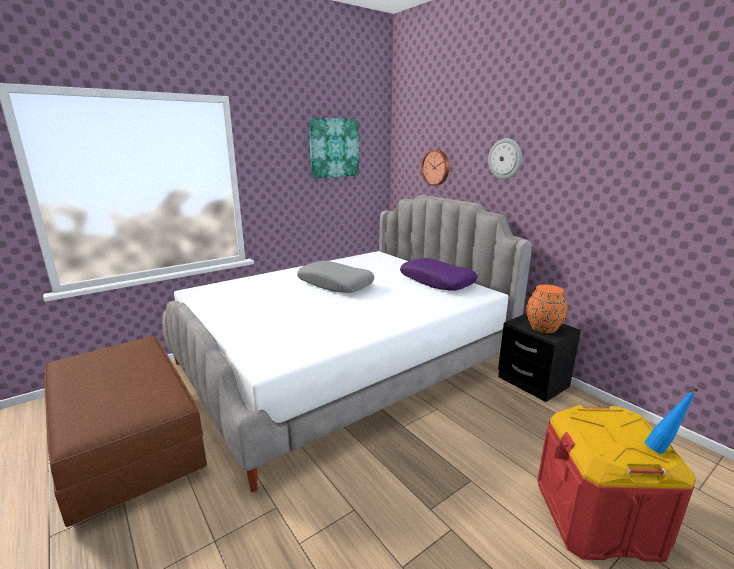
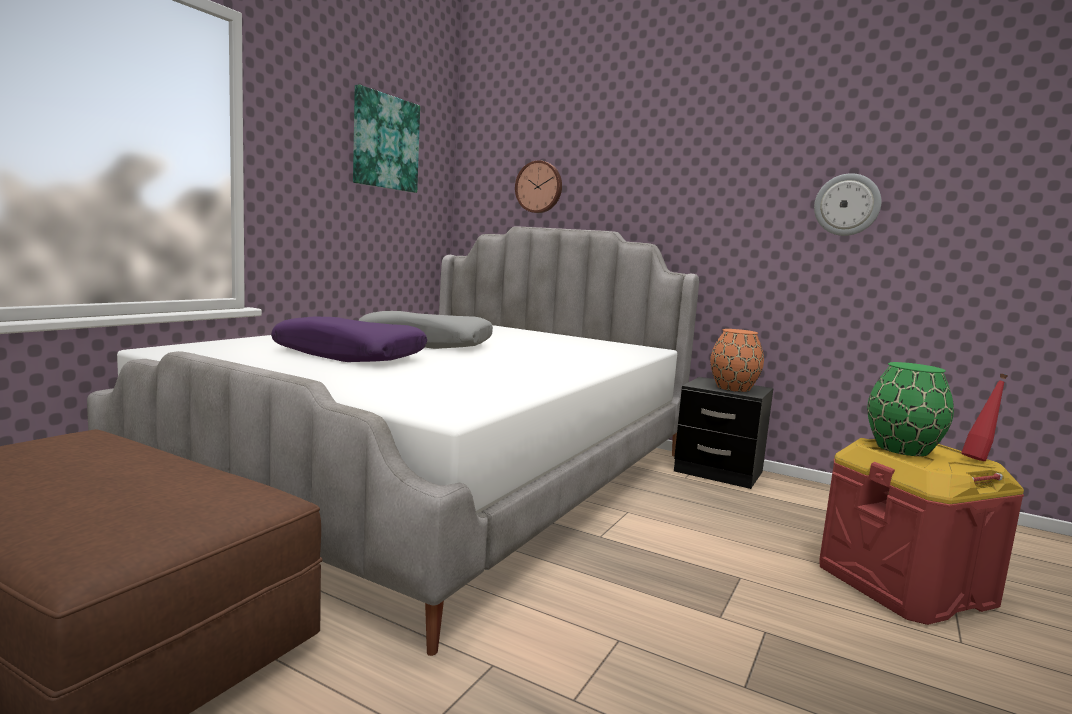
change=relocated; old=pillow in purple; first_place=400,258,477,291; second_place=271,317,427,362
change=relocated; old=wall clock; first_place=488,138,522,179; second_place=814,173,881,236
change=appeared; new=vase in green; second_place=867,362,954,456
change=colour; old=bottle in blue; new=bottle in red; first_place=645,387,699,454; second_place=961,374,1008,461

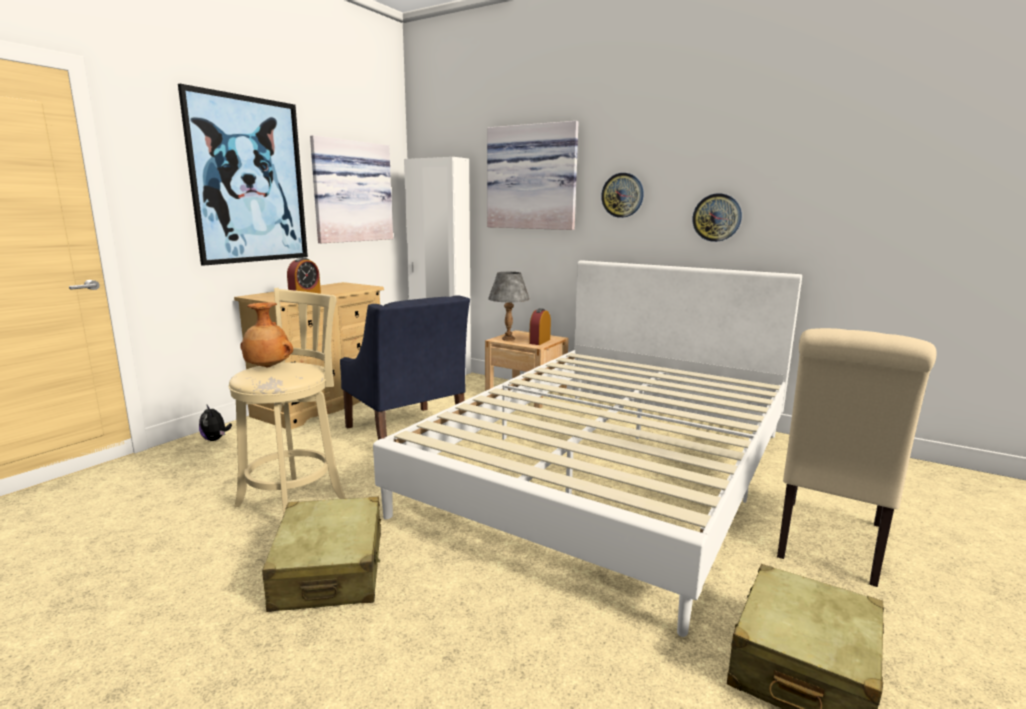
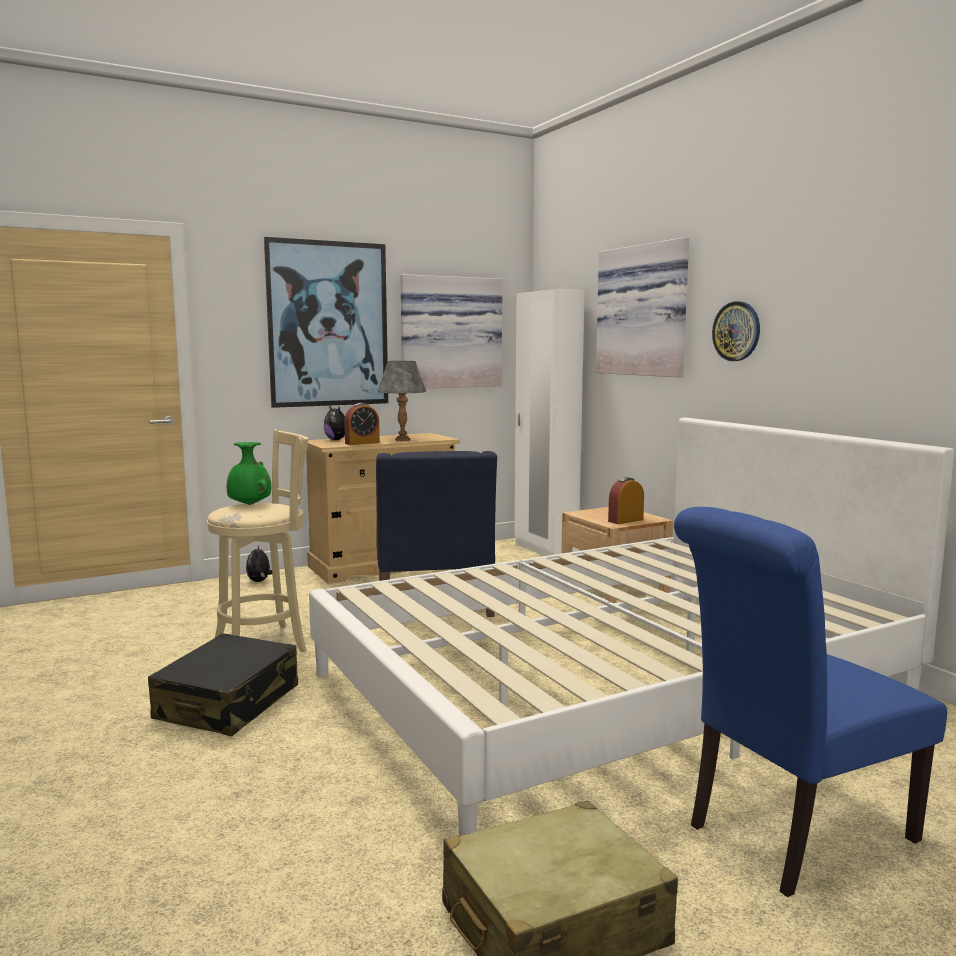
change=colour; old=suitcase in beige; new=suitcase in black; first_place=262,497,381,612; second_place=148,633,298,736
change=colour; old=vase in brown; new=vase in green; first_place=240,302,293,368; second_place=227,442,271,505
change=appeared; new=plush toy; second_place=324,406,345,440
change=relocated; old=table lamp in grey; first_place=488,272,530,341; second_place=378,361,426,441
change=colour; old=chair in beige; new=chair in blue; first_place=777,328,937,587; second_place=674,507,947,897
change=missing; old=wall clock; first_place=693,194,742,242

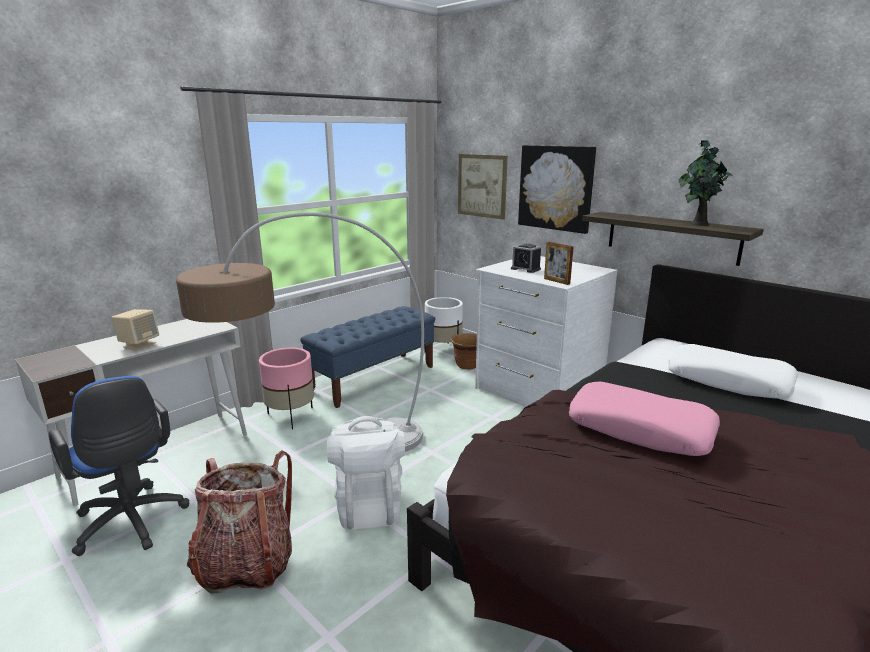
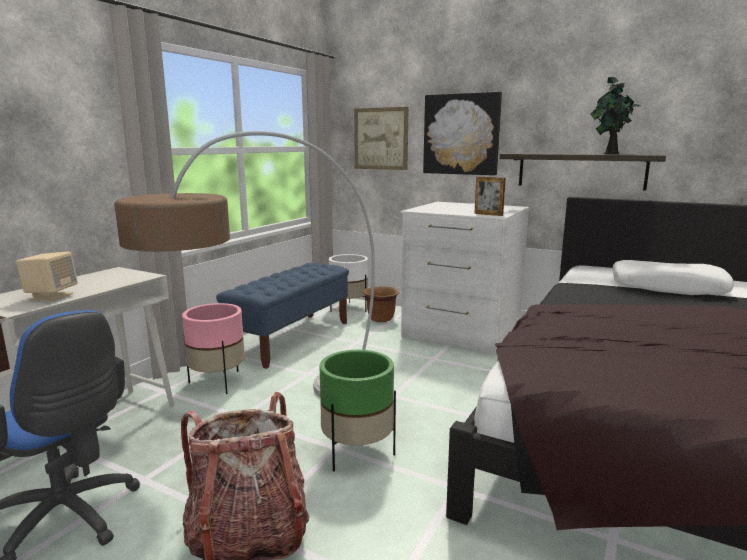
change=exchanged; old=backpack in white; new=planter in green; first_place=327,416,405,530; second_place=320,350,396,472
change=missing; old=alarm clock; first_place=511,243,541,273
change=missing; old=pillow in pink; first_place=569,382,720,456

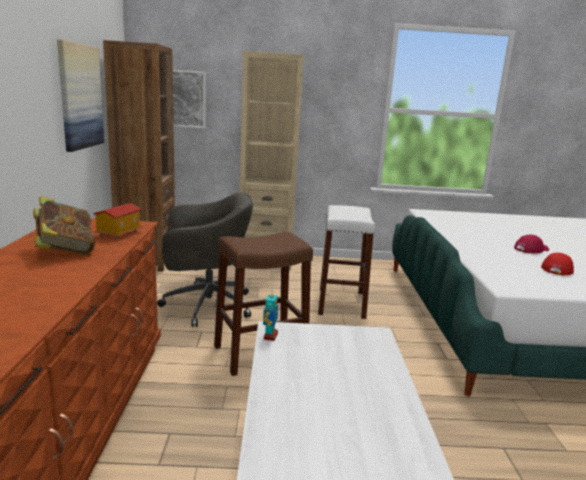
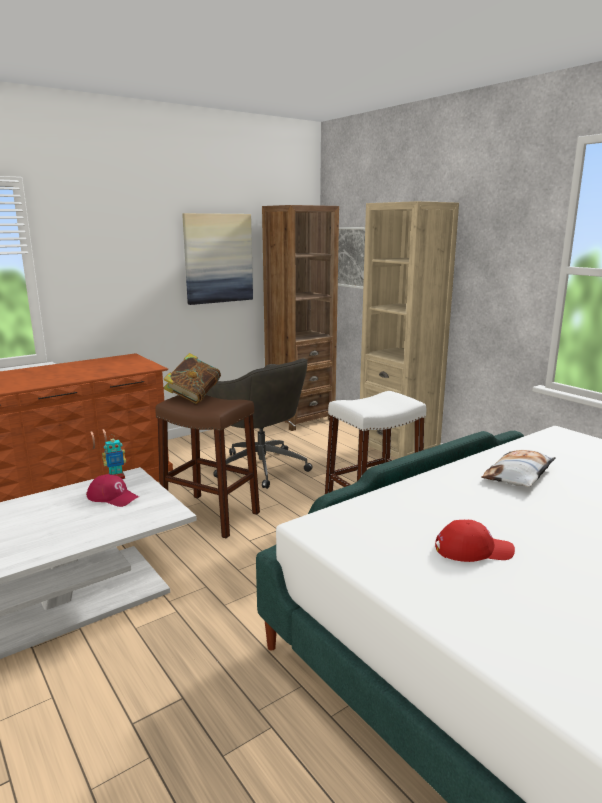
change=relocated; old=cap in red; first_place=514,235,549,254; second_place=86,474,139,507
change=relocated; old=book; first_place=33,196,95,255; second_place=163,353,221,404
change=appeared; new=pillow; second_place=481,450,556,487
change=missing; old=toy house; first_place=93,203,142,239

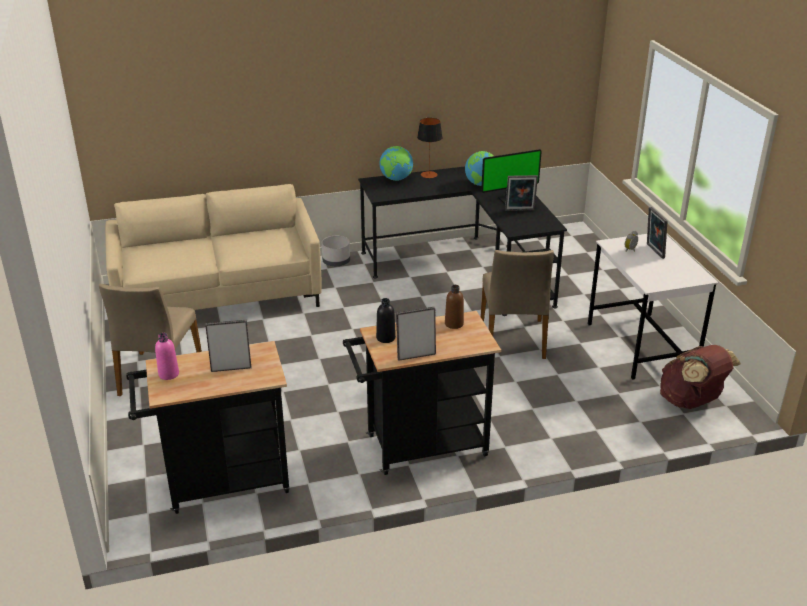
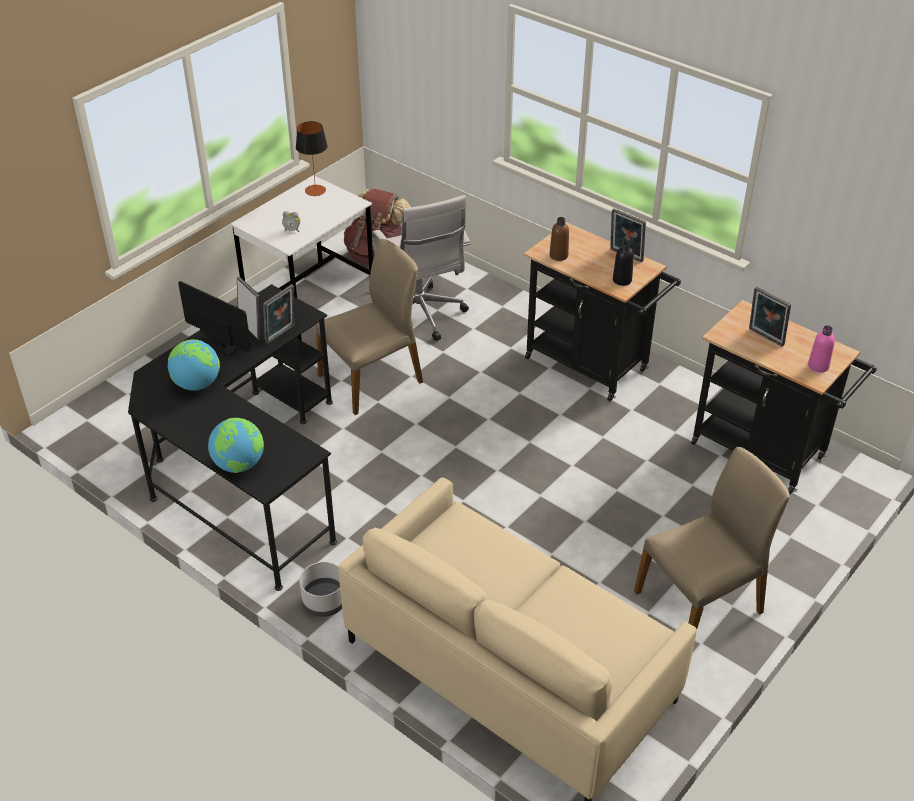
change=relocated; old=picture frame; first_place=647,207,667,259; second_place=263,284,295,344
change=relocated; old=table lamp; first_place=417,118,443,178; second_place=296,121,328,196
change=appeared; new=office chair in white; second_place=372,195,471,341

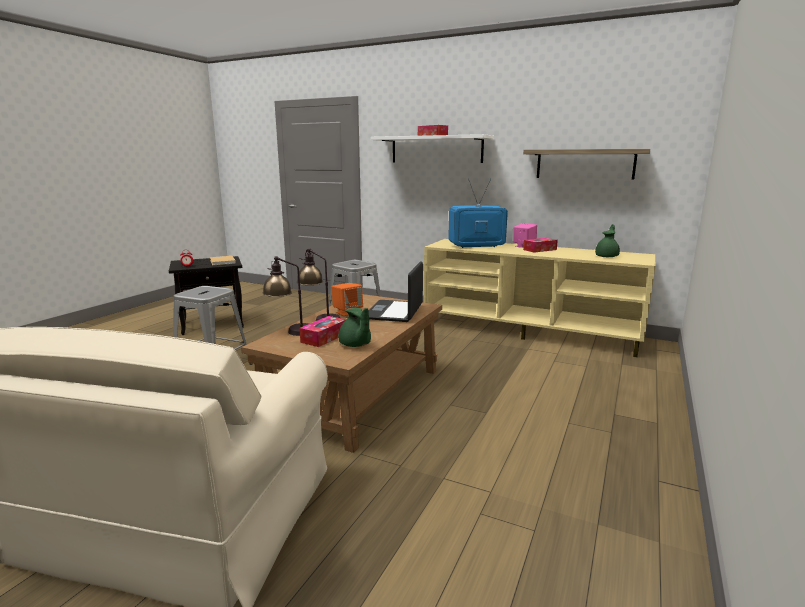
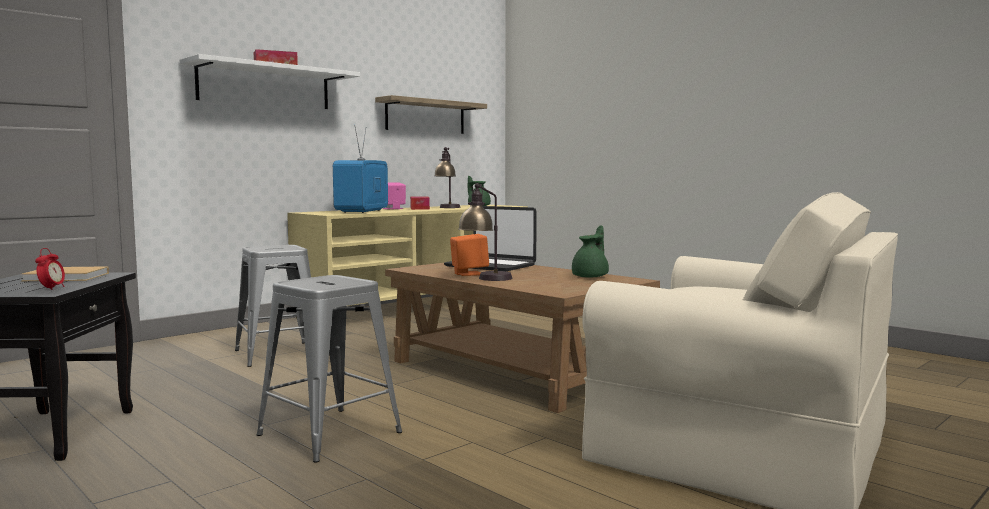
change=relocated; old=table lamp; first_place=263,256,309,336; second_place=434,147,461,208
change=spun; old=teapot in green; first_place=339,308,371,347; second_place=572,225,609,278; degrees=-45
change=missing; old=tissue box; first_place=299,316,346,347

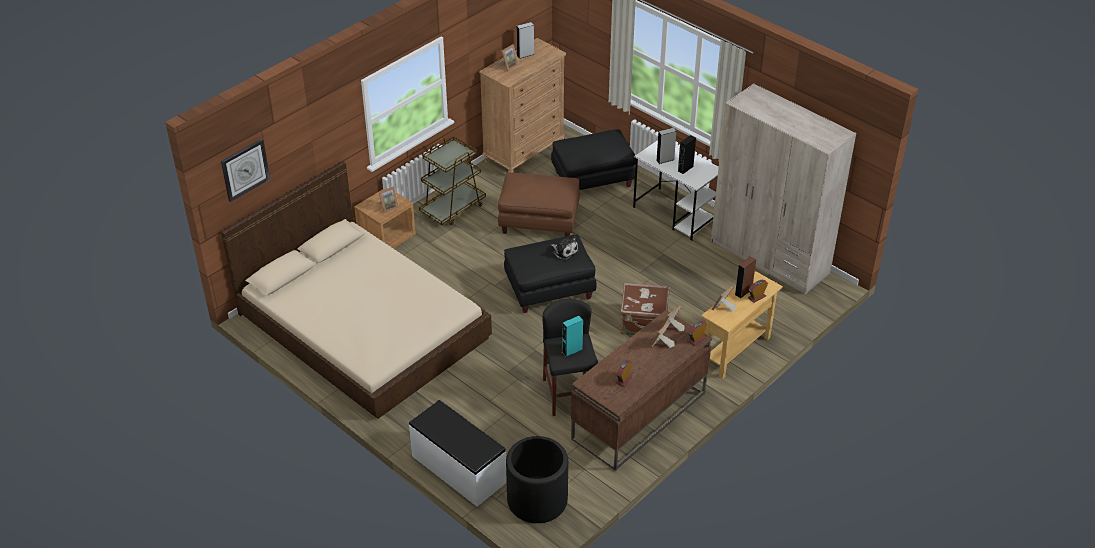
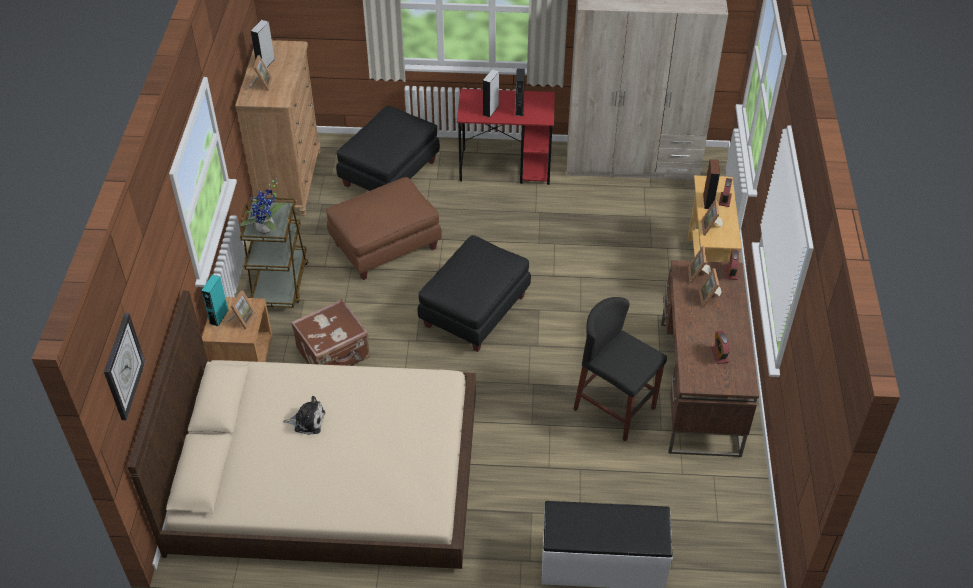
change=relocated; old=speaker in turquoise; first_place=562,316,583,357; second_place=201,275,228,327
change=appeared; new=potted plant; second_place=240,179,286,235
change=relocated; old=plush toy; first_place=551,236,579,260; second_place=284,396,325,435
change=relocated; old=suitcase in brown; first_place=620,283,670,335; second_place=291,299,370,366
change=colour; old=desk in white; new=desk in red; first_place=633,140,719,241; second_place=457,89,555,185
change=missing; old=planter in black; first_place=506,436,568,523

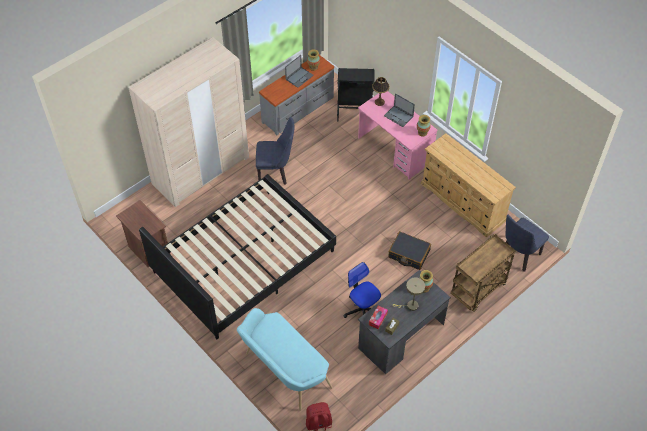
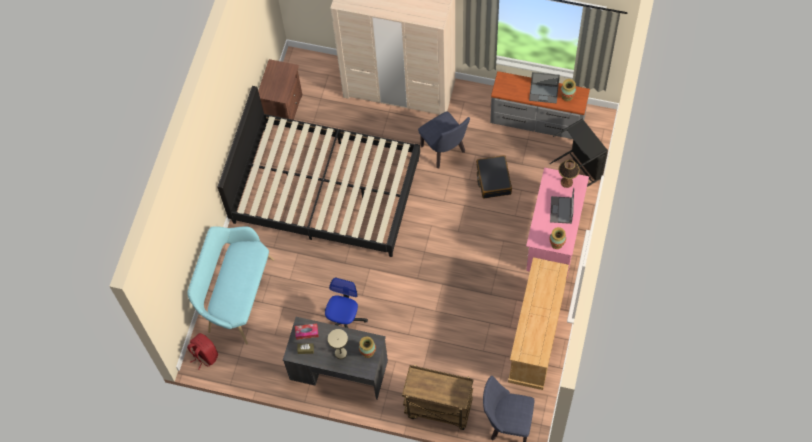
change=relocated; old=suitcase in black; first_place=388,231,431,270; second_place=476,155,512,199

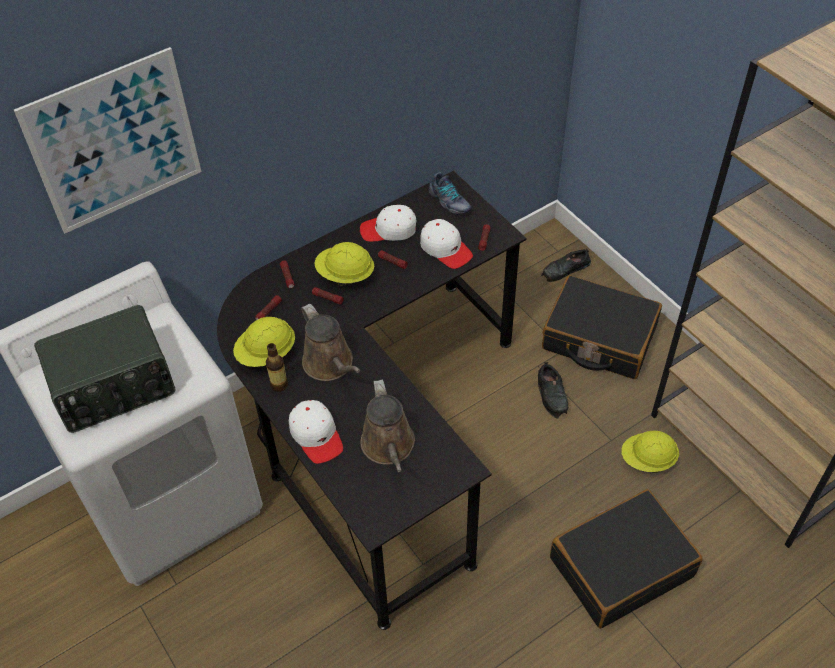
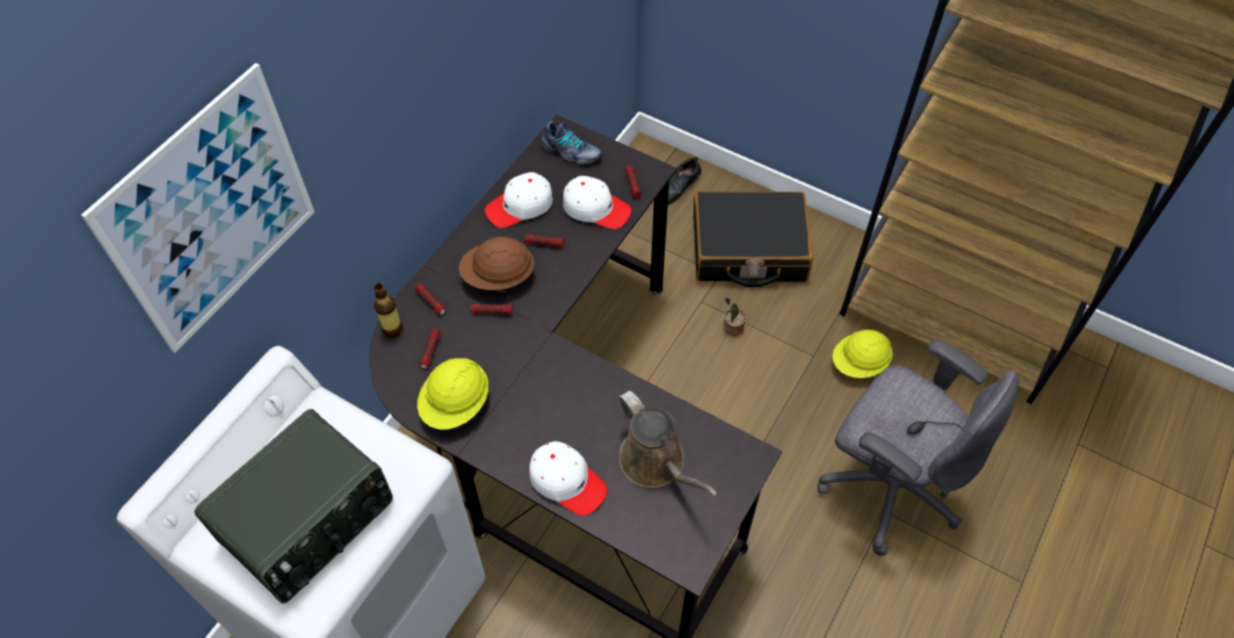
change=relocated; old=bottle; first_place=266,343,288,392; second_place=374,283,403,338
change=colour; old=hard hat in yellow; new=hard hat in brown; first_place=314,242,374,287; second_place=459,237,535,292
change=exchanged; old=shoe in black; new=potted plant; first_place=538,362,568,419; second_place=723,297,746,336
change=exchanged; old=suitcase in black; new=office chair in grey; first_place=550,489,703,628; second_place=818,339,1019,556
change=missing; old=watering can in brown; first_place=301,304,360,381

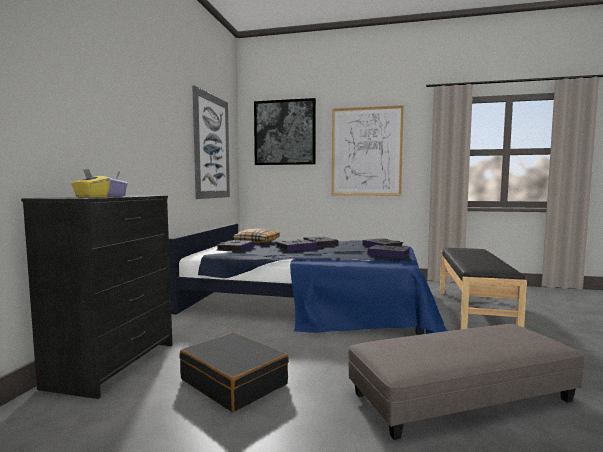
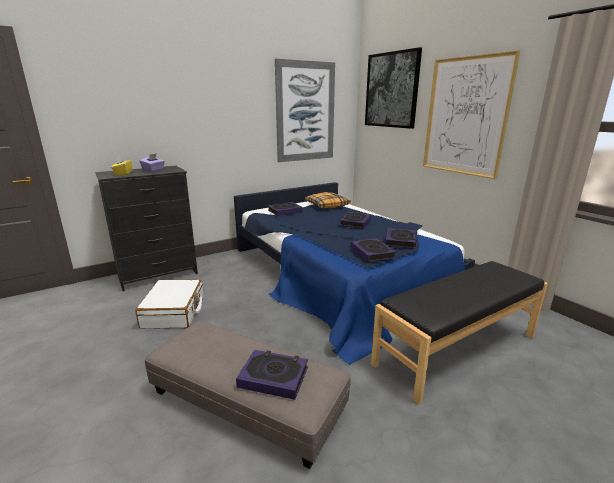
change=colour; old=suitcase in black; new=suitcase in white; first_place=179,332,289,412; second_place=135,279,204,329
change=relocated; old=book; first_place=276,239,317,251; second_place=236,350,308,400

